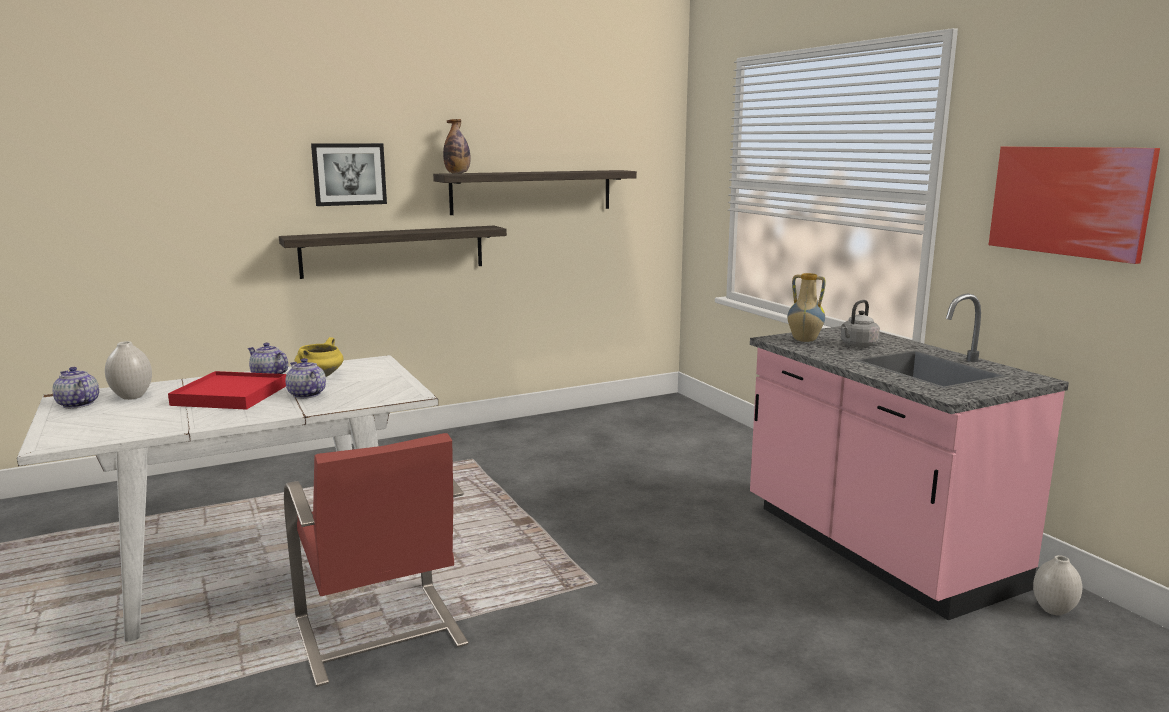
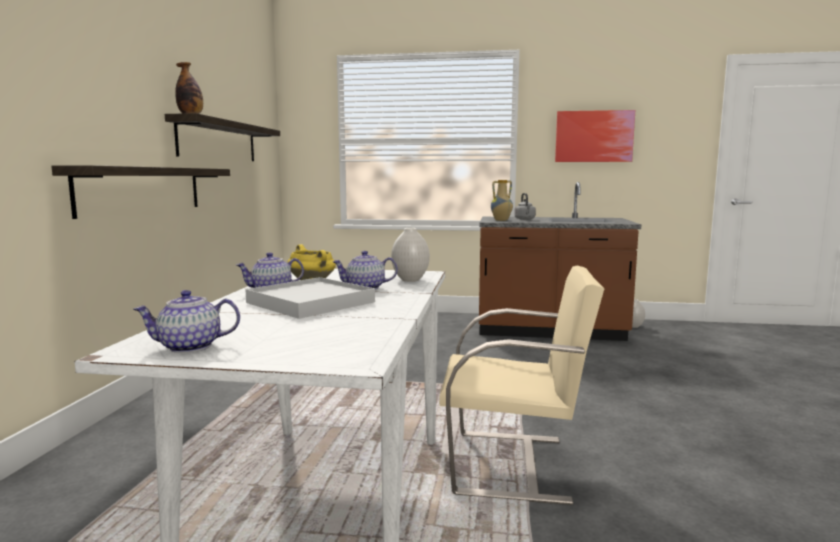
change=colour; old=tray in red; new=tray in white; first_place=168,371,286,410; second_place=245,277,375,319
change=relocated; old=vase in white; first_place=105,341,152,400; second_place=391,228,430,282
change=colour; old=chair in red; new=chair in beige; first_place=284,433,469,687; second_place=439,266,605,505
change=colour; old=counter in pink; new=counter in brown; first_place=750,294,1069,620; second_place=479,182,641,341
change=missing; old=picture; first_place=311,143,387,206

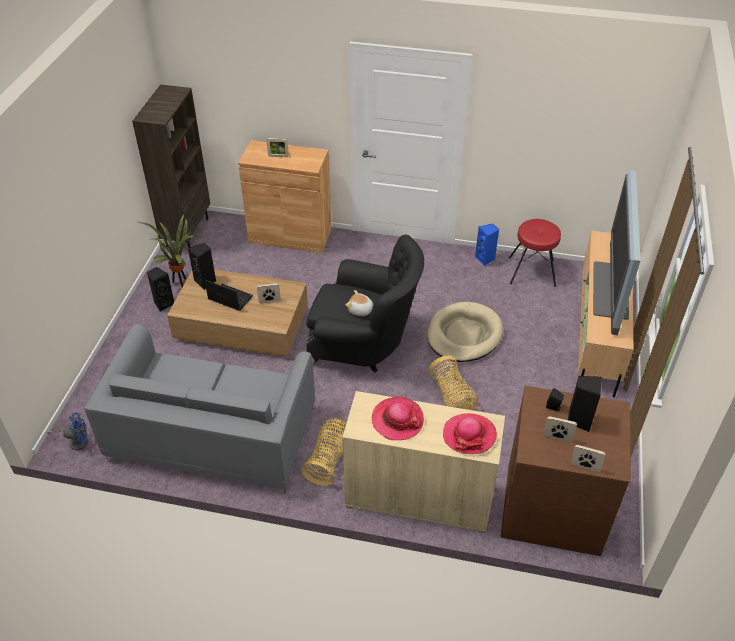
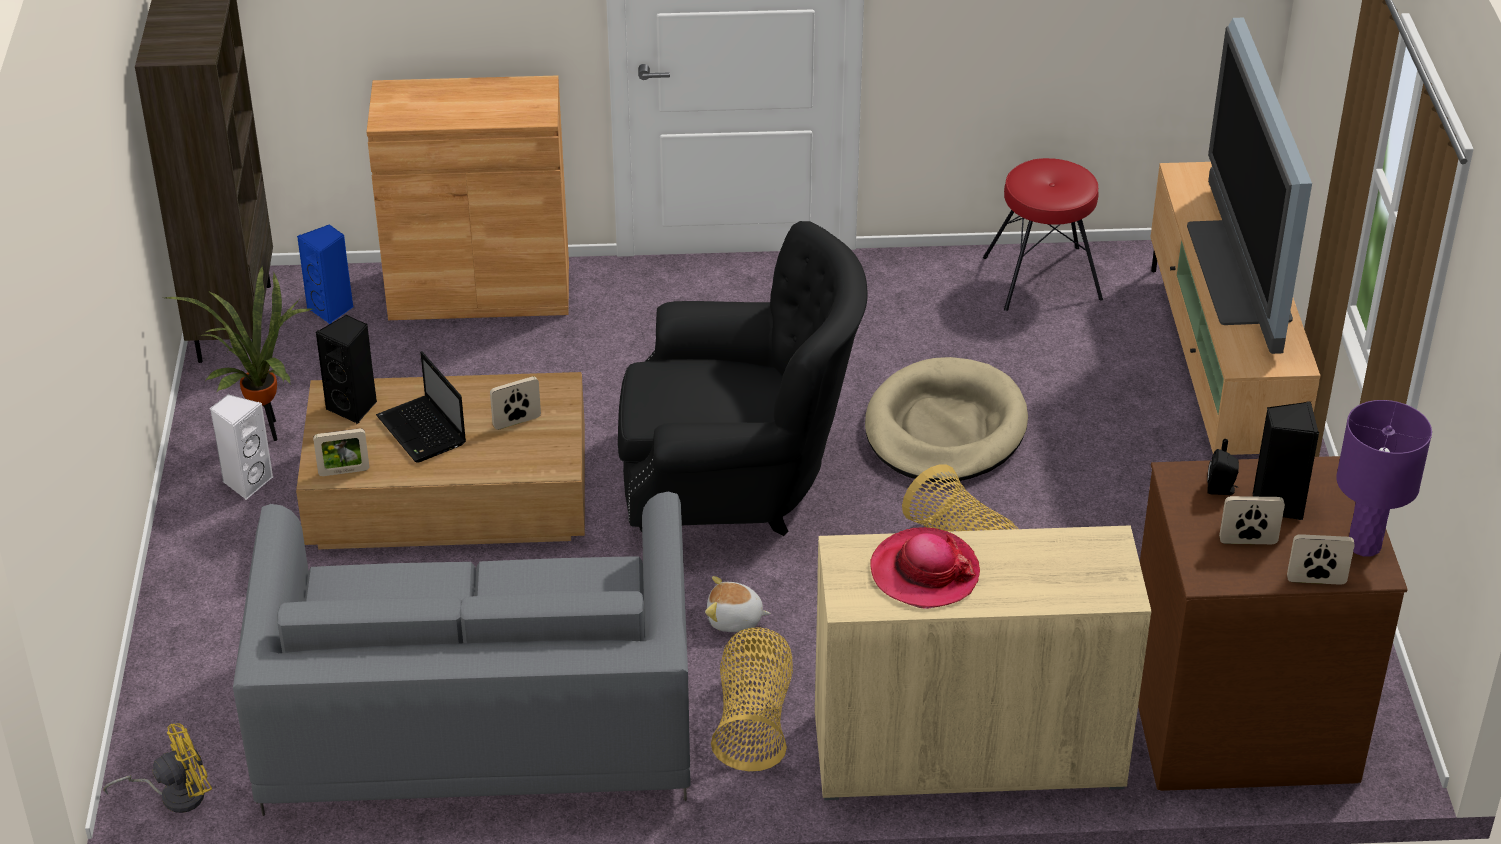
change=colour; old=fan in blue; new=fan in yellow; first_place=47,413,88,451; second_place=103,723,212,813
change=colour; old=speaker in black; new=speaker in white; first_place=147,267,174,312; second_place=210,394,274,500
change=relocated; old=speaker in blue; first_place=475,224,499,266; second_place=297,224,353,324
change=relocated; old=picture frame; first_place=267,138,289,157; second_place=313,428,369,476
change=spun; old=laptop; first_place=205,280,253,311; second_place=376,351,466,463; degrees=-135
change=relocated; old=plush toy; first_place=346,290,373,316; second_place=705,576,771,632
change=appeared; new=table lamp in purple; second_place=1336,400,1432,556
change=missing; old=hat; first_place=443,413,497,454

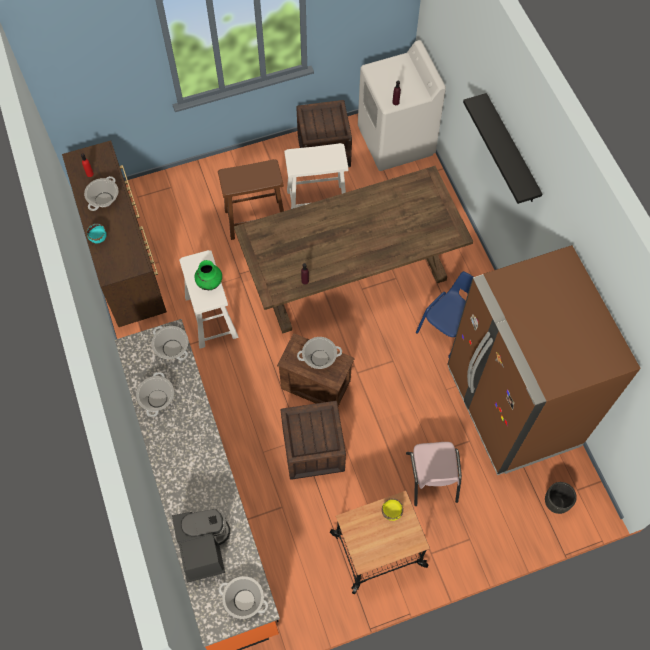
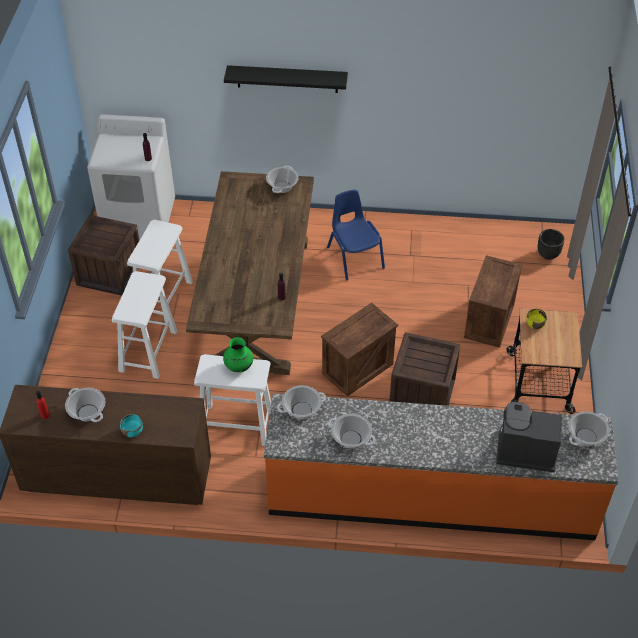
change=colour; old=stool in brown; new=stool in white; first_place=218,159,284,240; second_place=112,271,178,379
change=relocated; old=cooking pot; first_place=297,337,342,369; second_place=266,166,299,193
change=exchanged; old=chair in pink; new=crate; first_place=406,442,462,506; second_place=464,255,522,348
change=missing; old=fridge in brown; first_place=447,245,641,475

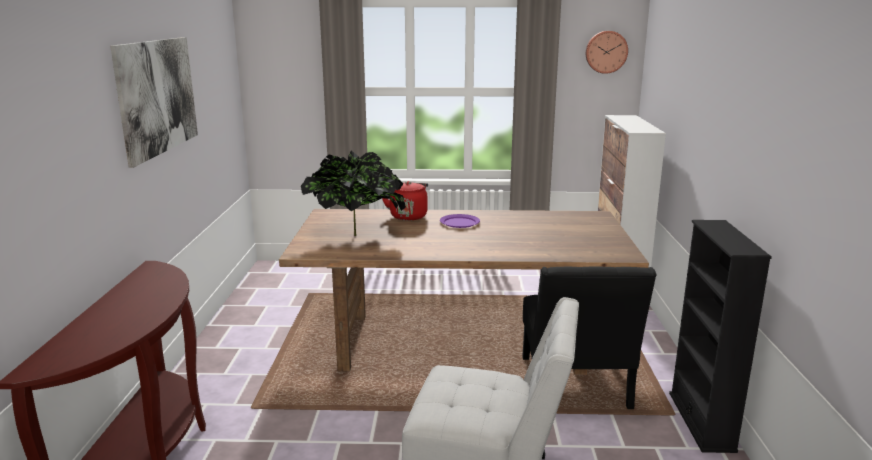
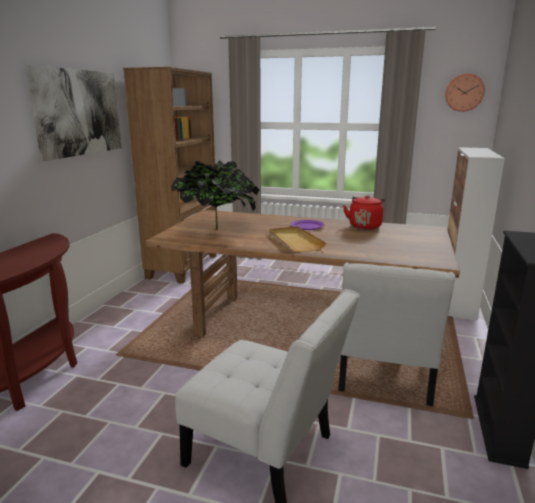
change=appeared; new=bookcase in brown; second_place=123,67,216,284
change=appeared; new=tray in beige; second_place=269,226,326,252
change=colour; old=chair in black; new=chair in white; first_place=522,267,656,409; second_place=338,262,455,406
change=relocated; old=kettle in red; first_place=382,181,428,221; second_place=343,195,385,230

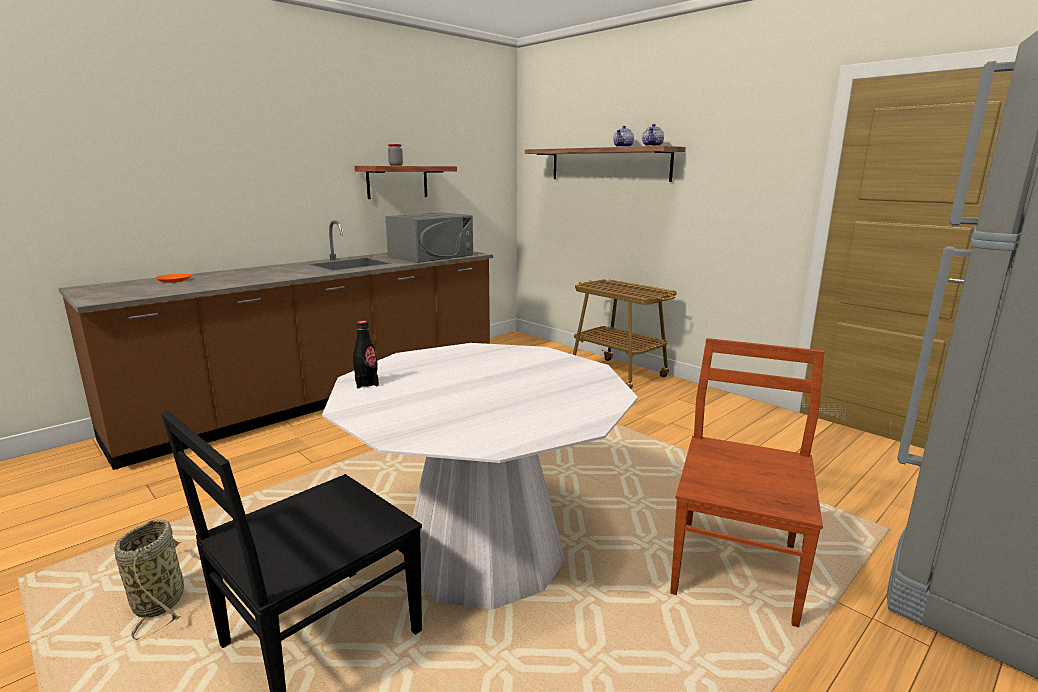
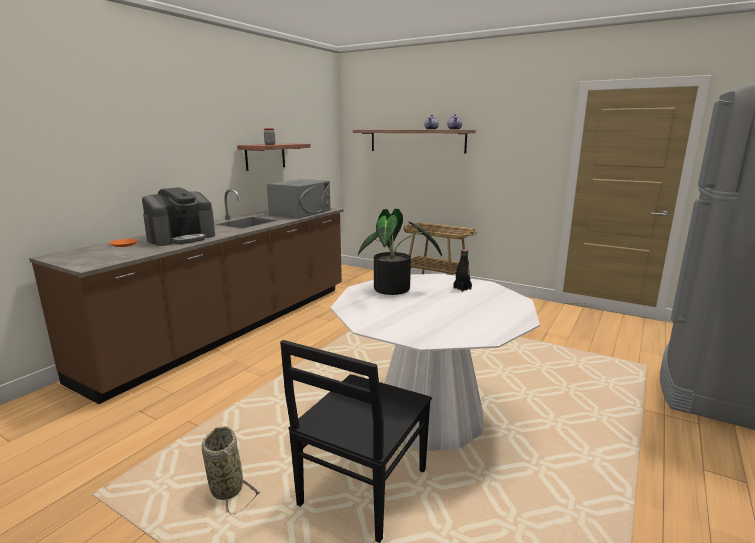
change=appeared; new=coffee machine; second_place=142,188,215,246
change=appeared; new=potted plant; second_place=358,209,442,295
change=relocated; old=bottle in black; first_place=353,321,379,389; second_place=454,250,472,292
change=missing; old=chair in brown; first_place=670,338,824,627

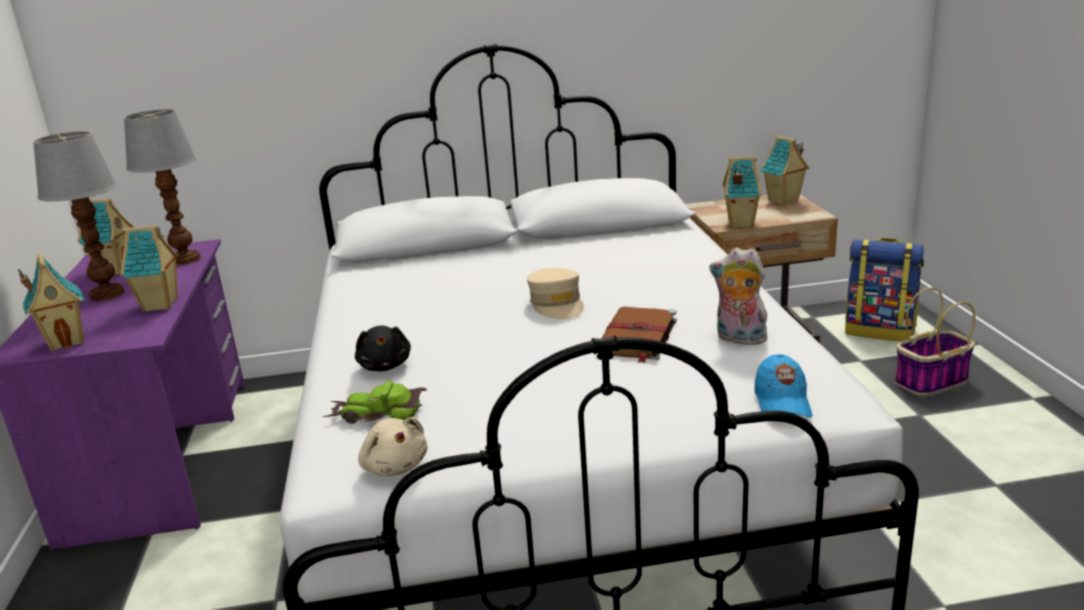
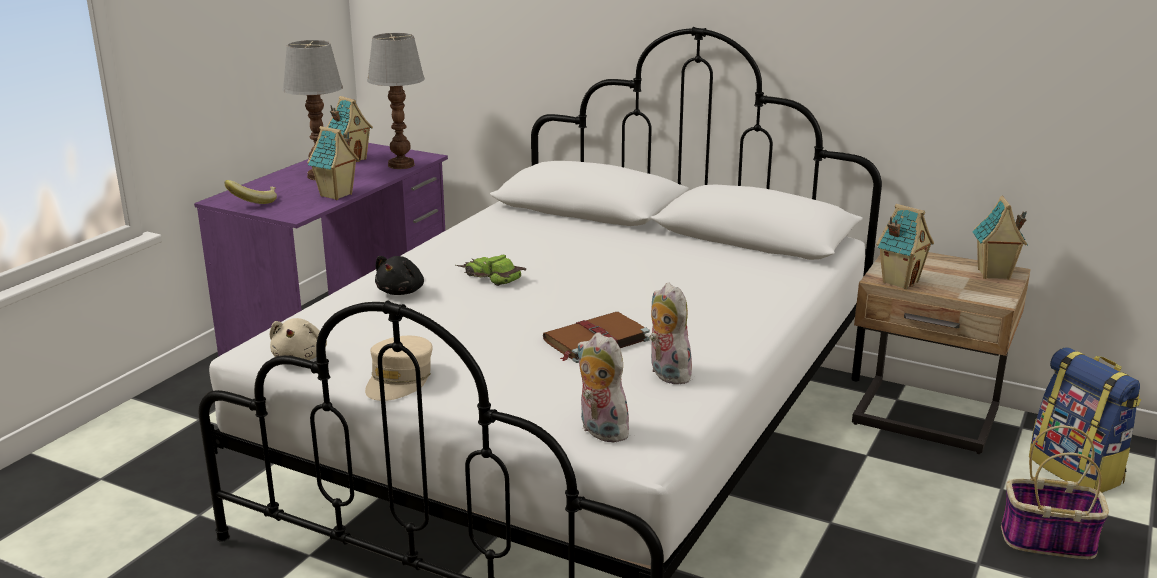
change=exchanged; old=toy house; new=banana; first_place=18,254,85,351; second_place=224,180,277,204
change=relocated; old=cap in beige; first_place=527,268,584,319; second_place=365,336,433,401
change=relocated; old=toy car; first_place=322,380,427,424; second_place=456,255,526,286
change=exchanged; old=cap in blue; new=plush toy; first_place=754,354,813,418; second_place=577,332,631,442

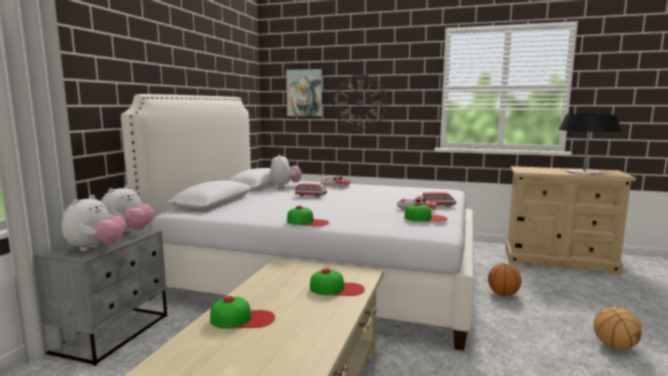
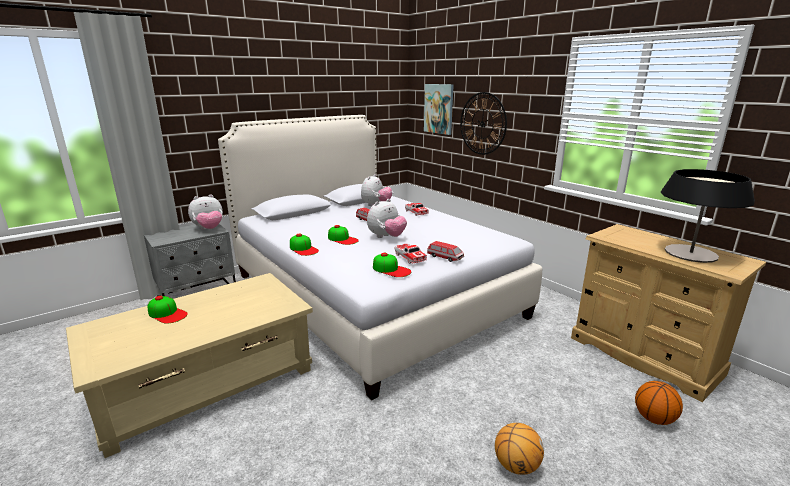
change=relocated; old=cap; first_place=310,268,365,296; second_place=328,225,359,245
change=relocated; old=plush toy; first_place=61,195,126,251; second_place=367,199,407,238
change=relocated; old=basketball; first_place=488,263,521,296; second_place=635,381,683,425

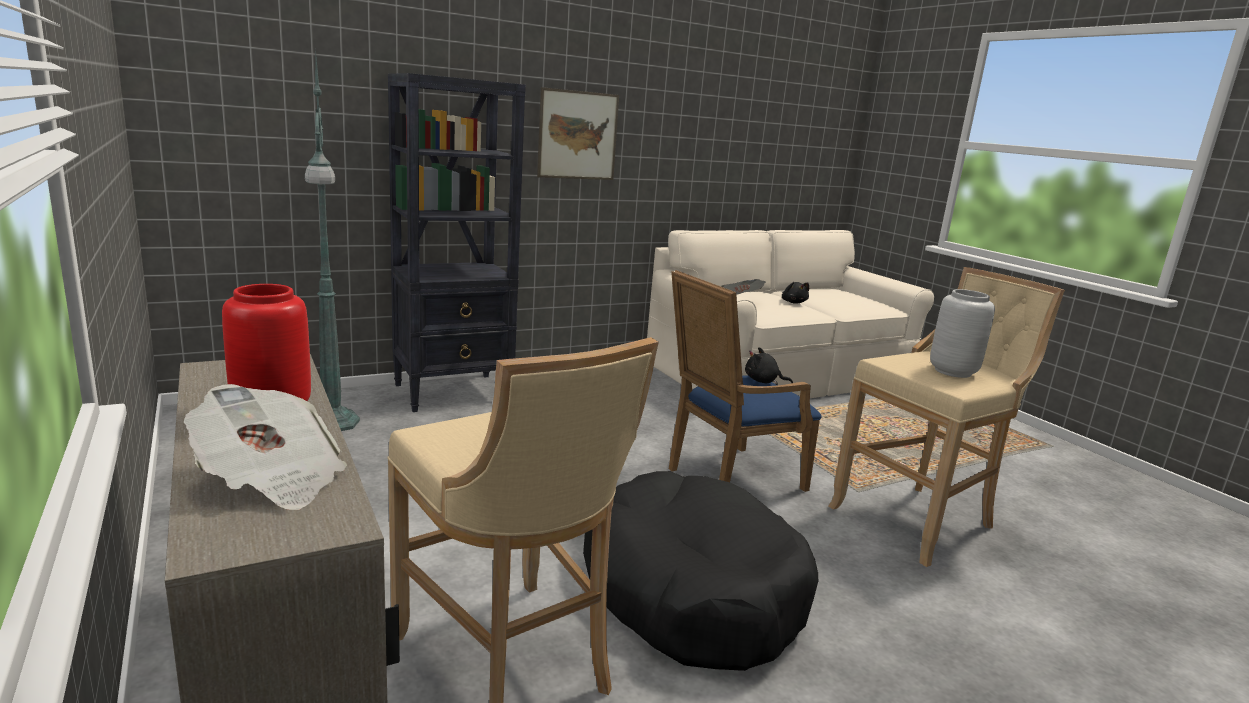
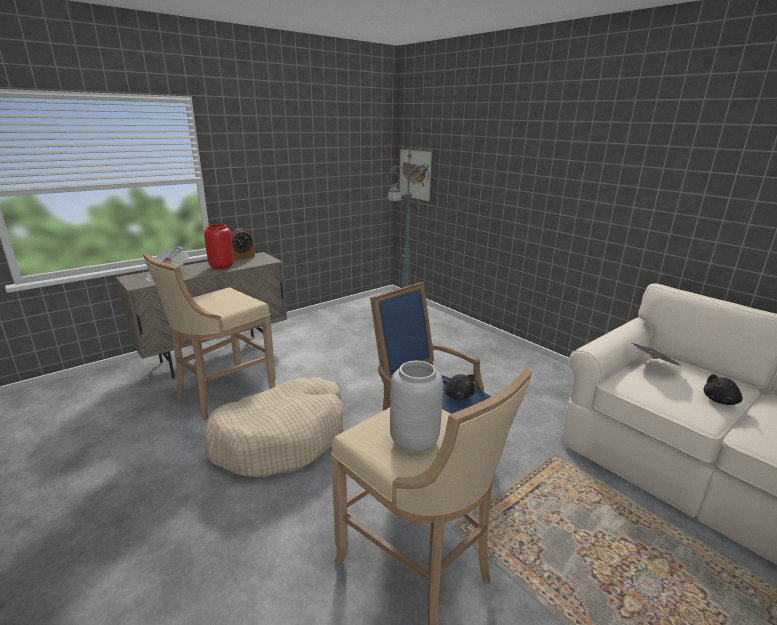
change=colour; old=dog bed in black; new=dog bed in beige; first_place=583,471,818,671; second_place=204,377,343,477
change=appeared; new=alarm clock; second_place=231,229,255,260
change=relocated; old=picture; first_place=537,87,619,180; second_place=398,147,434,203
change=spun; old=plush toy in black; first_place=745,347,793,385; second_place=443,374,475,400; degrees=135
change=missing; old=bookcase in black; first_place=388,73,526,412

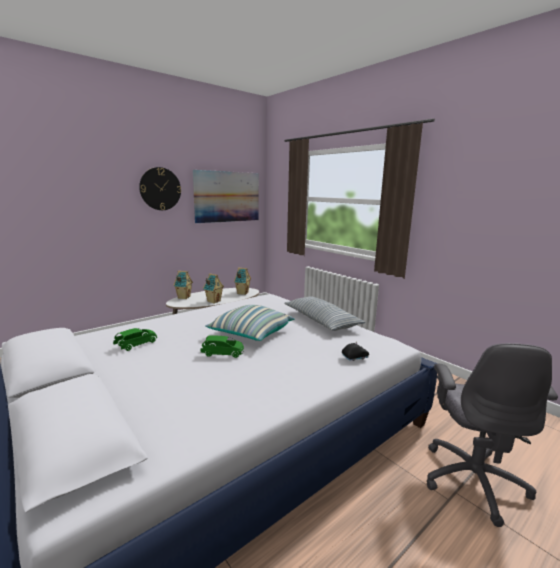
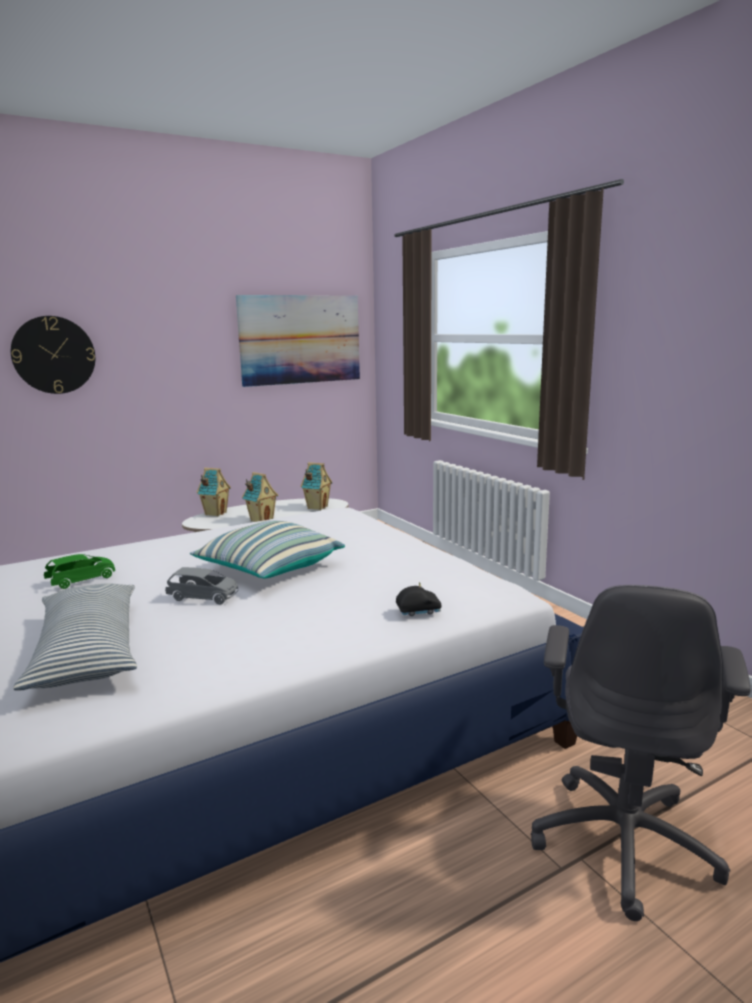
change=relocated; old=wall clock; first_place=139,167,181,210; second_place=11,316,95,394
change=relocated; old=pillow; first_place=284,297,365,331; second_place=13,584,137,691
change=colour; old=toy car in green; new=toy car in grey; first_place=200,335,244,358; second_place=165,567,238,604

